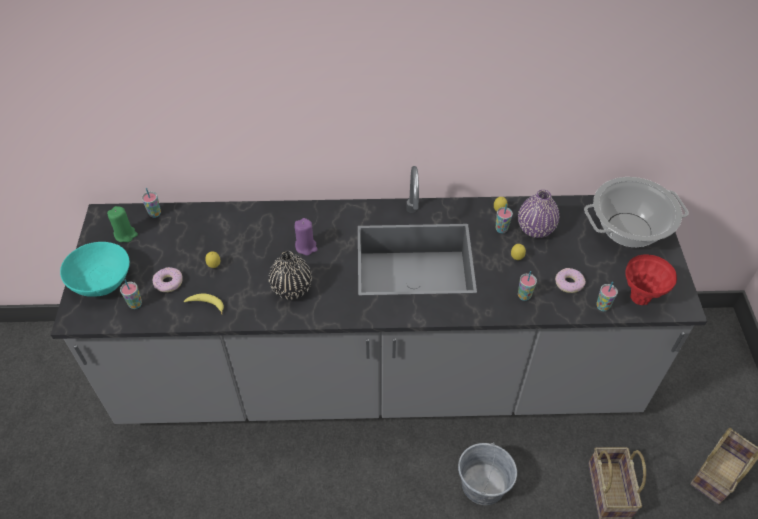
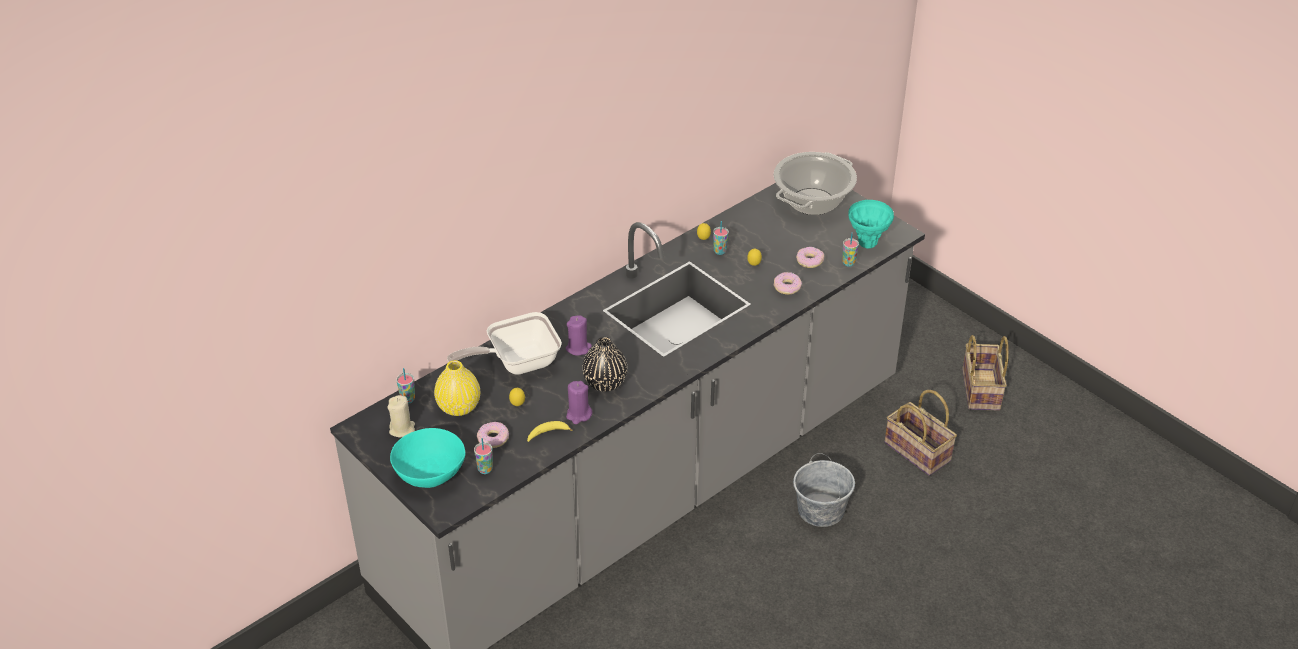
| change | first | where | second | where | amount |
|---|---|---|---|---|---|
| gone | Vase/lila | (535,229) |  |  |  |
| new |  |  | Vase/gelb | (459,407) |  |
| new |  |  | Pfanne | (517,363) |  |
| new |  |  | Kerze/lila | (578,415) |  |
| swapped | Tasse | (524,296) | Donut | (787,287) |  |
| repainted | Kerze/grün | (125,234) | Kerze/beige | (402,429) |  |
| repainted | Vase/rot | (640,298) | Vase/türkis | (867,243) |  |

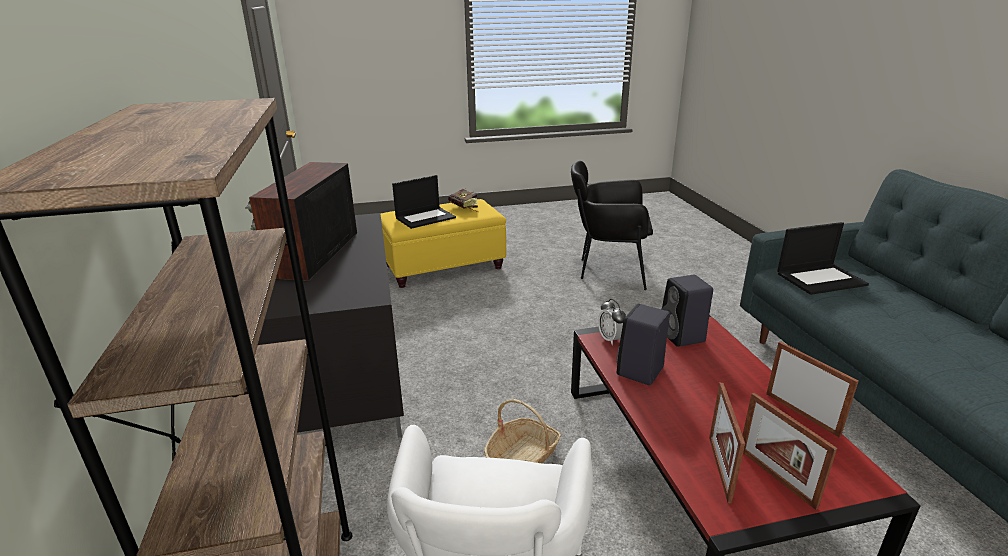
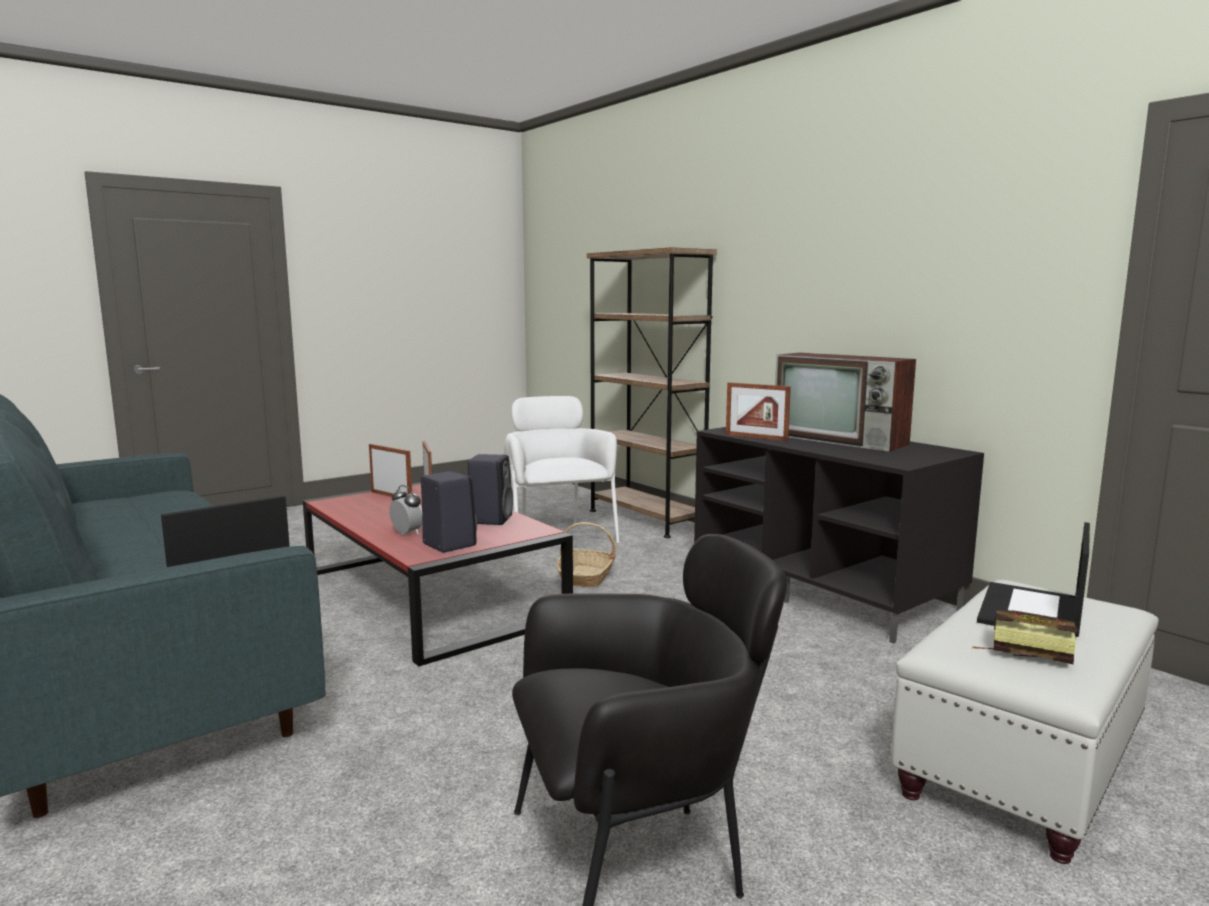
| change | first | where | second | where | amount |
|---|---|---|---|---|---|
| shifted | Wecker | (611,339) |  | (407,533) |  |
| shifted | Bilderrahmen | (801,414) |  | (756,437) |  |
| repainted | Polsterhocker/gelb | (444,267) | Polsterhocker/weiß | (1021,765) |  |
| rotated | Fernseher | (315,255) |  | (841,440) | 150 degrees clockwise |

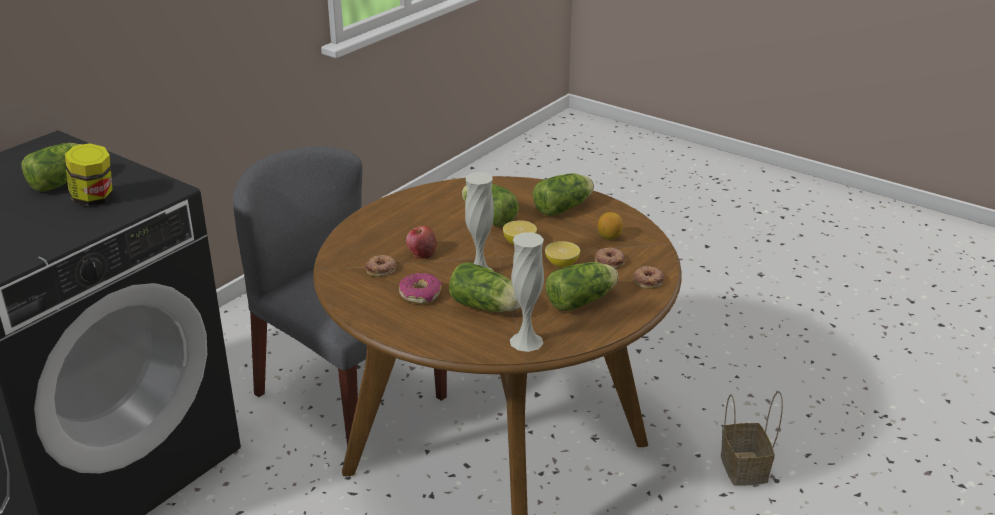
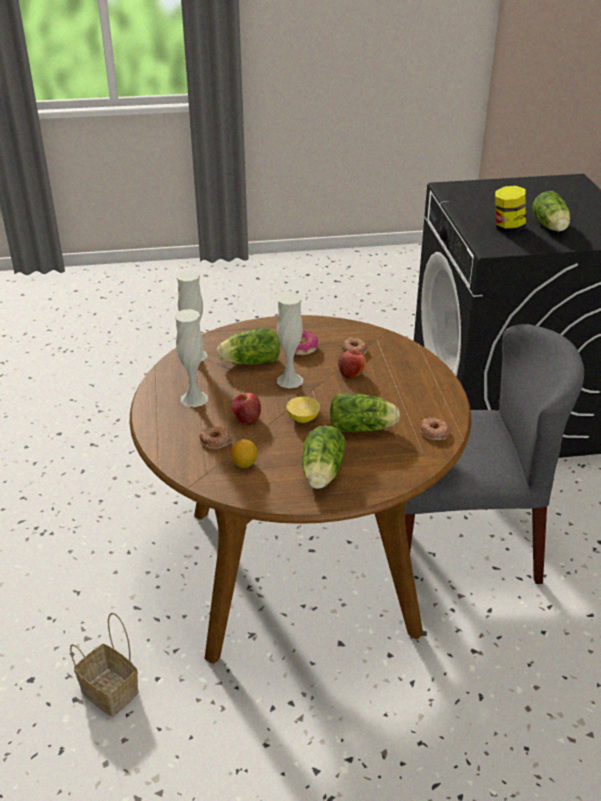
| change | first | where | second | where | amount |
|---|---|---|---|---|---|
| shifted | Donut | (648,280) |  | (434,432) |  |
| swapped | Zitrone | (562,264) | Apfel | (246,418) |  |
| swapped | Salatkopf | (583,300) | Vase/weiß | (194,398) |  |

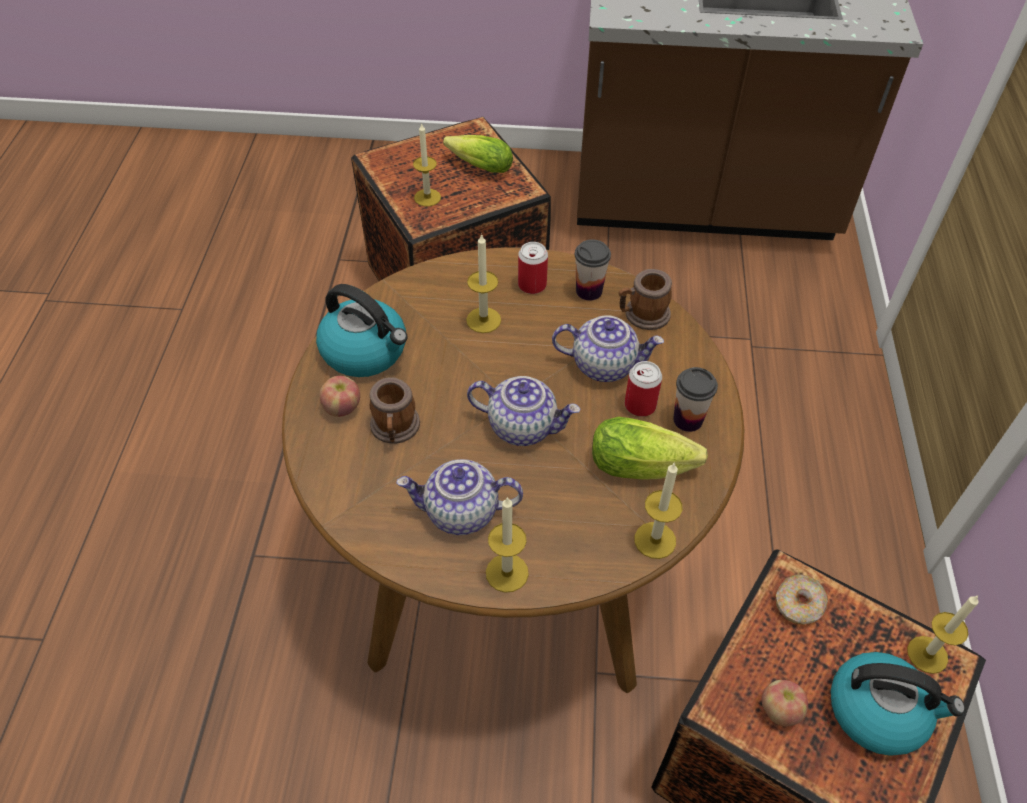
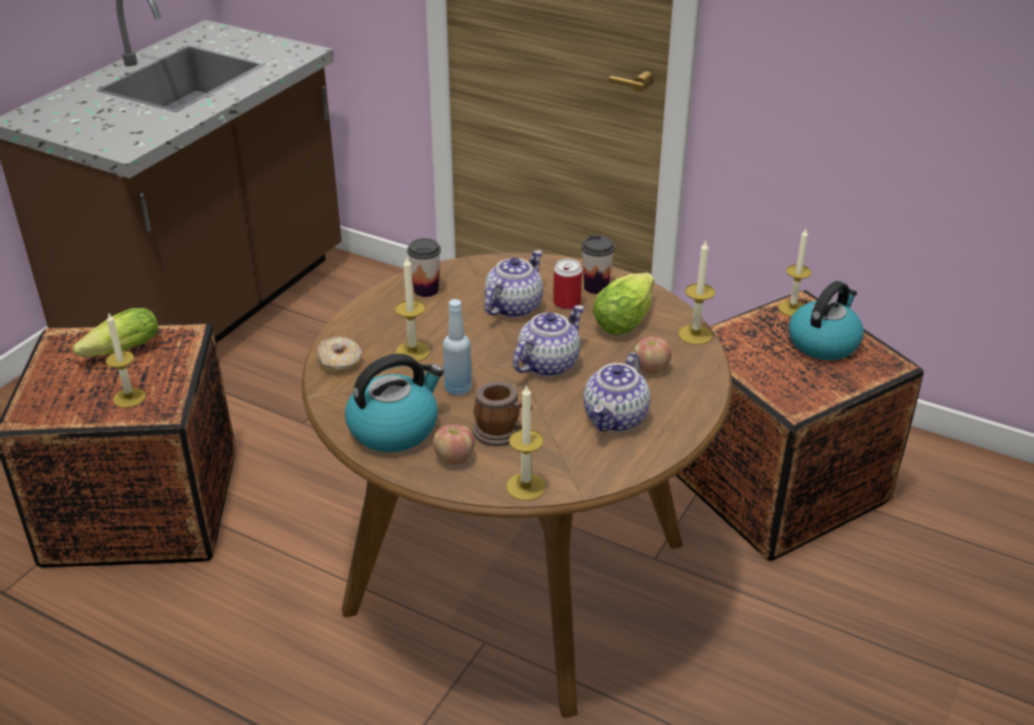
| change | first | where | second | where | amount |
|---|---|---|---|---|---|
| gone | Dose | (532,285) |  |  |  |
| gone | Henkelbecher | (642,315) |  |  |  |
| new |  |  | Flasche/blau | (458,389) |  |
| shifted | Kerze | (507,573) |  | (525,487) |  |
| shifted | Apfel | (779,710) |  | (651,368) |  |
| shifted | Donut | (798,605) |  | (339,362) |  |

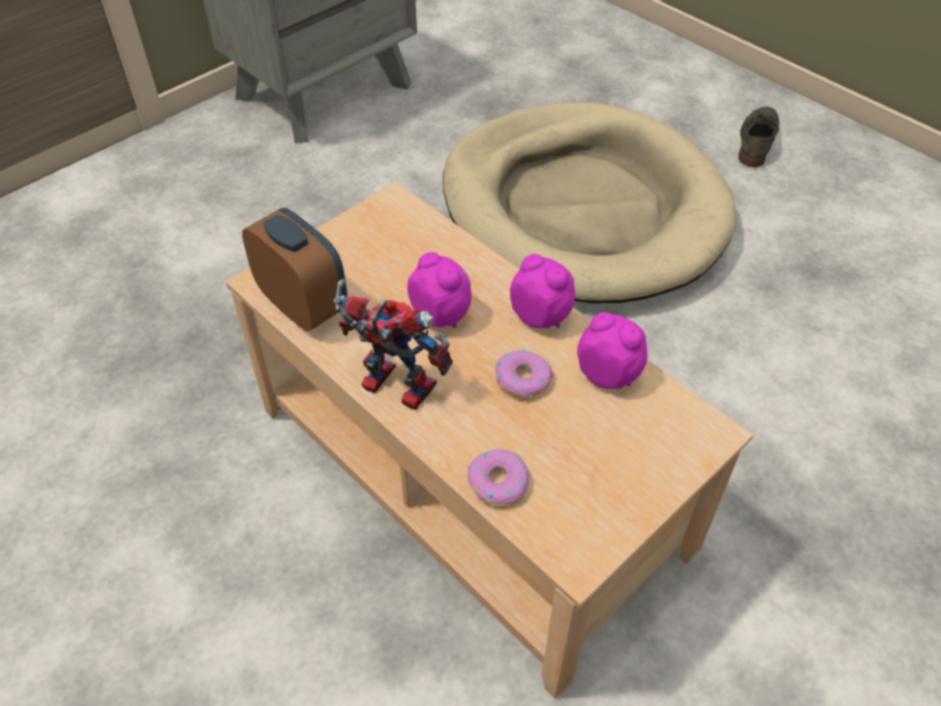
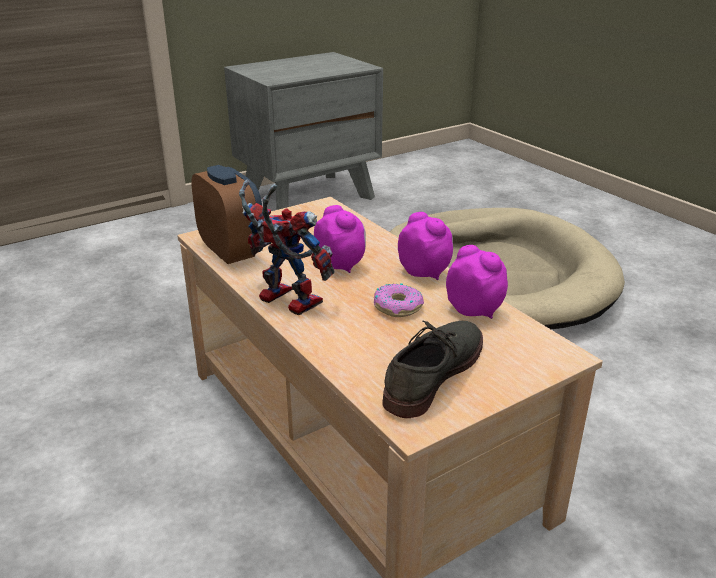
| change | first | where | second | where | amount |
|---|---|---|---|---|---|
| gone | Donut | (498,483) |  |  |  |
| shifted | Schuh/grau | (756,140) |  | (433,372) |  |

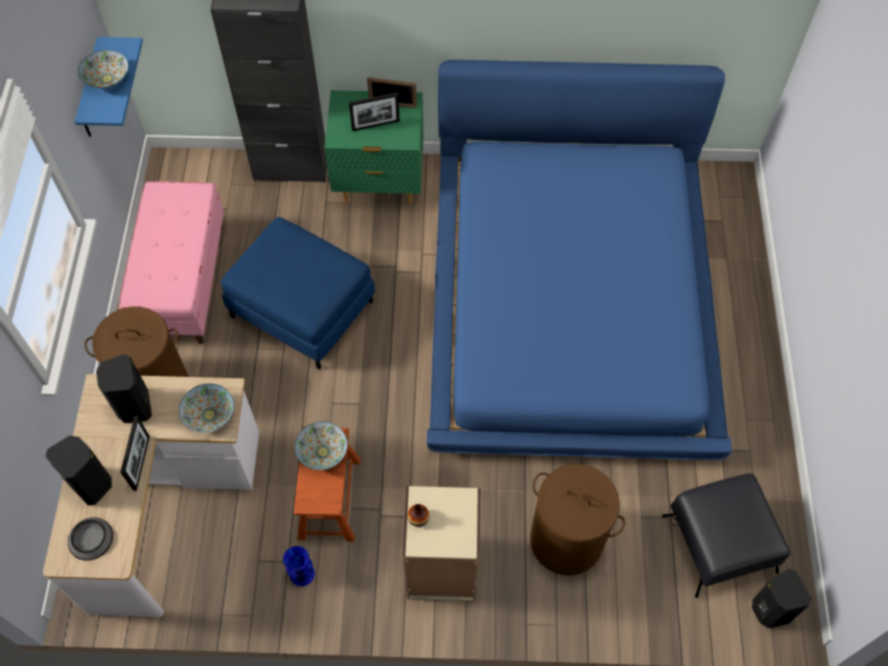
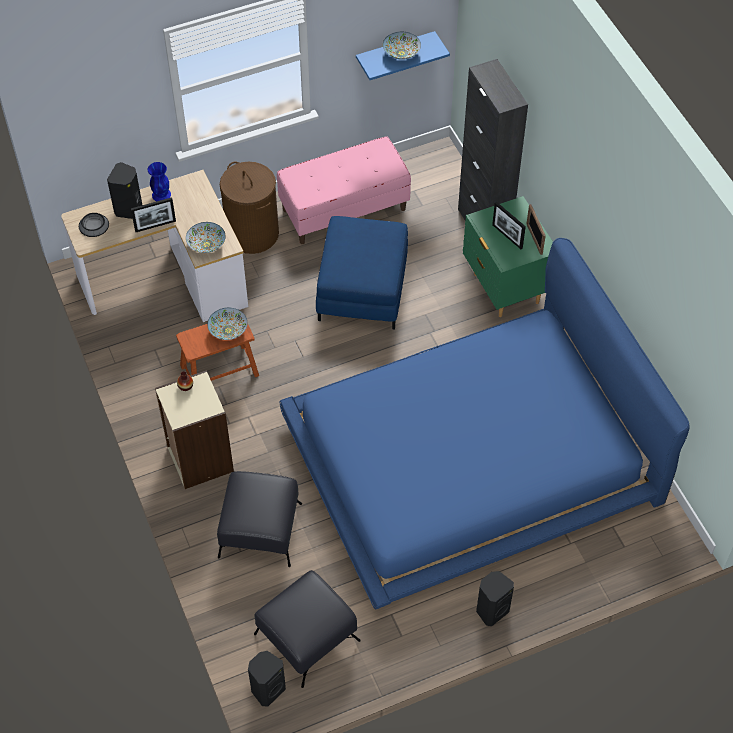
| change | first | where | second | where | amount |
|---|---|---|---|---|---|
| shifted | Lautsprecher/schwarz | (134,407) |  | (491,610) |  |
| shifted | Vase/blau | (301,574) |  | (161,194) |  |
| swapped | Wäschekorb/braun | (567,539) | Polsterhocker/schwarz | (259,530) |  |

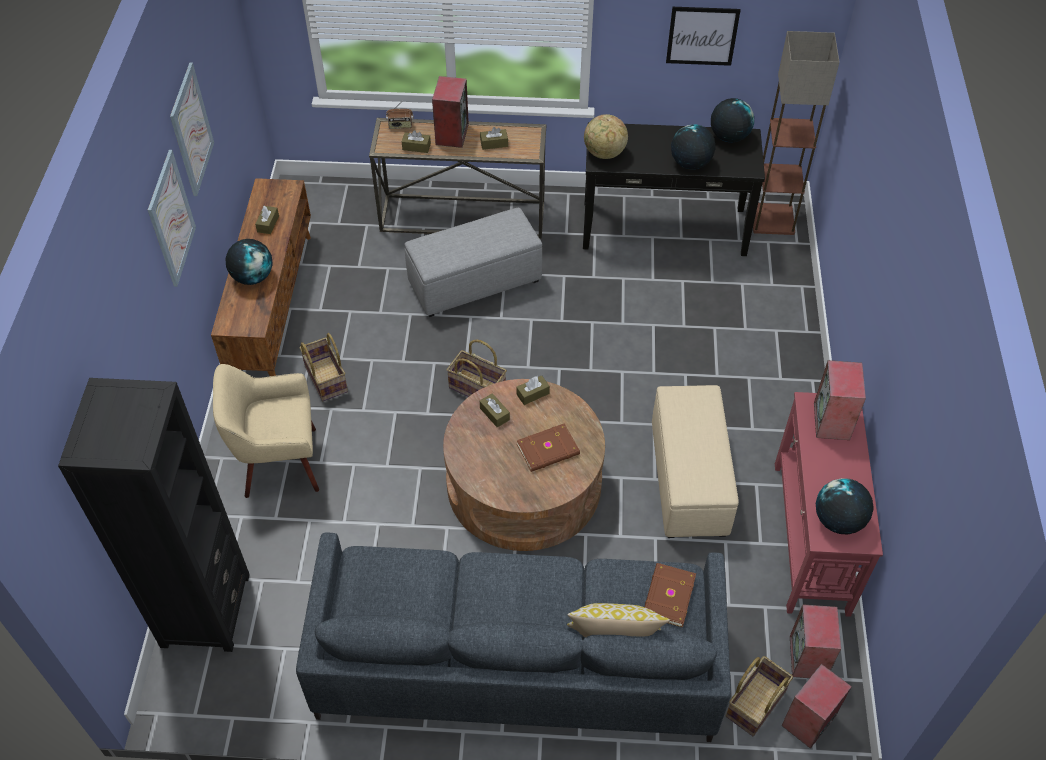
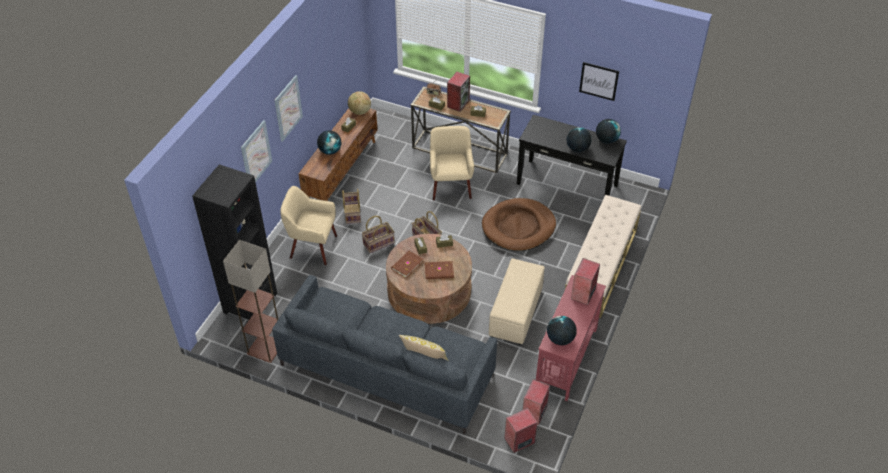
| change | first | where | second | where | amount |
|---|---|---|---|---|---|
| new |  |  | Hundebett/braun | (518,227) |  |
| new |  |  | Bank/beige | (600,267) |  |
| shifted | Bild | (191,130) |  | (256,154) |  |
| shifted | Globus | (604,153) |  | (360,112) |  |
| shifted | Buch/braun | (667,596) |  | (407,265) |  |
| shifted | Korb | (754,703) |  | (378,243) |  |
| shifted | Stehlampe | (772,220) |  | (265,348) |  |
| swapped | Polsterhocker/grau | (475,282) | Sessel/beige | (451,186) |  |

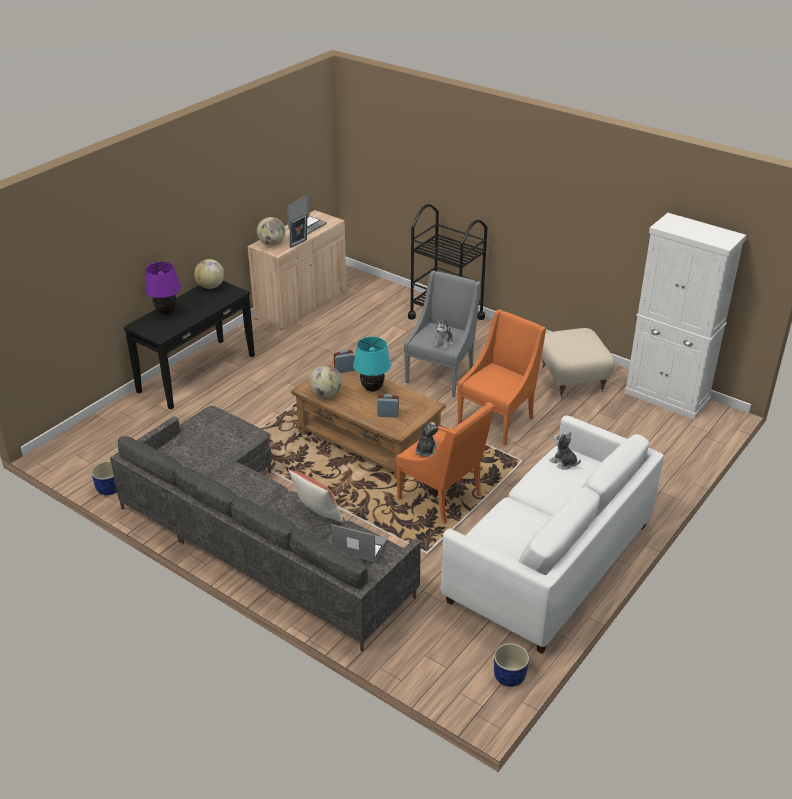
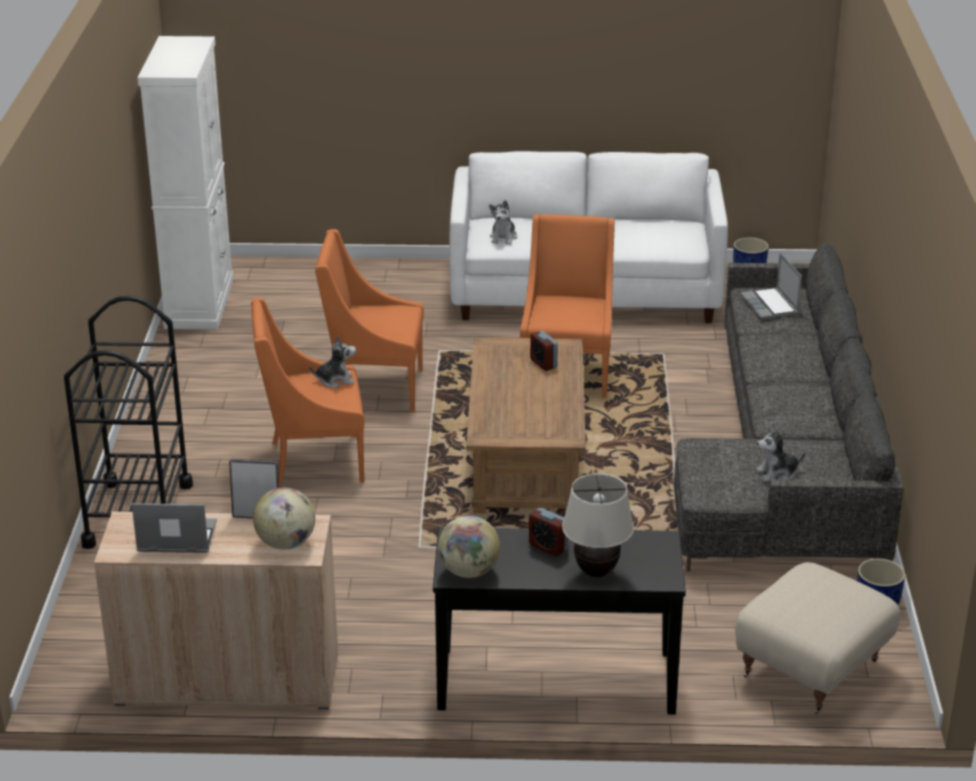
| change | first | where | second | where | amount |
|---|---|---|---|---|---|
| gone | Kissen | (318,514) |  |  |  |
| gone | Globus | (326,394) |  |  |  |
| gone | Tischlampe/türkis | (372,389) |  |  |  |
| shifted | Wecker | (344,369) |  | (548,546) |  |
| shifted | Plüschtier | (426,451) |  | (777,473) |  |
| shifted | Polsterhocker/beige | (572,379) |  | (811,669) |  |
| repainted | Tischlampe/lila | (166,312) | Tischlampe/beige | (596,572) |  |
| repainted | Sessel/grau | (441,375) | Sessel/orange | (313,461) |  |

